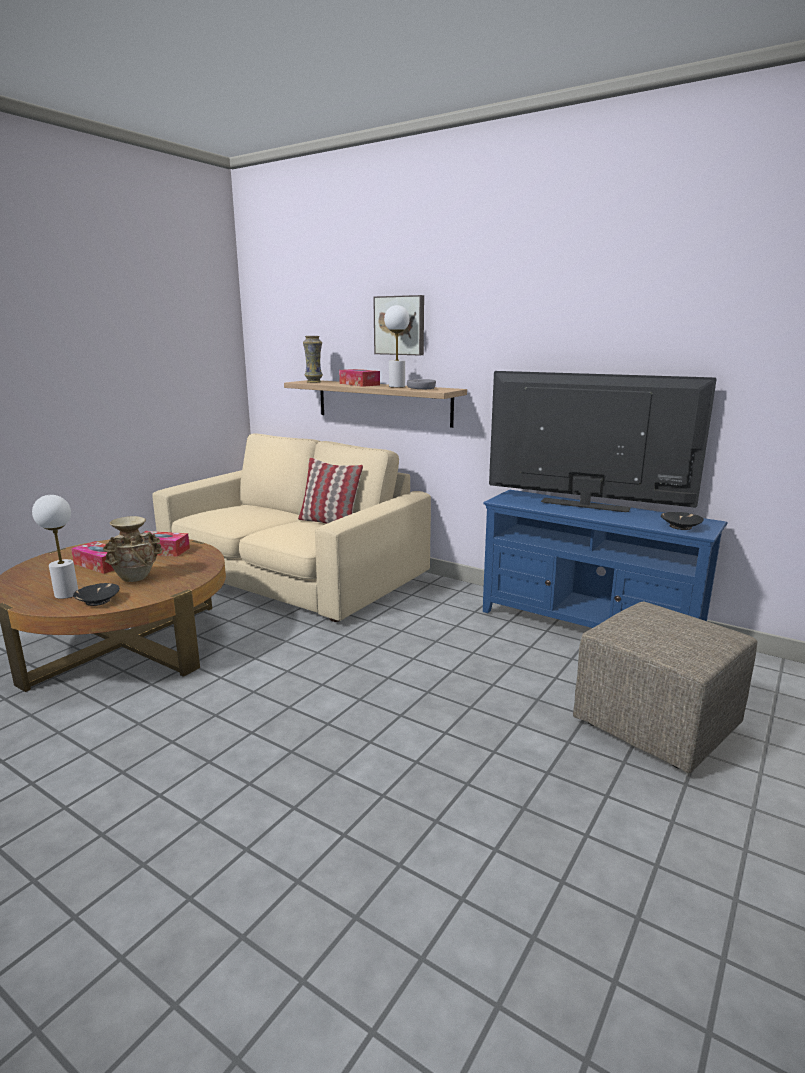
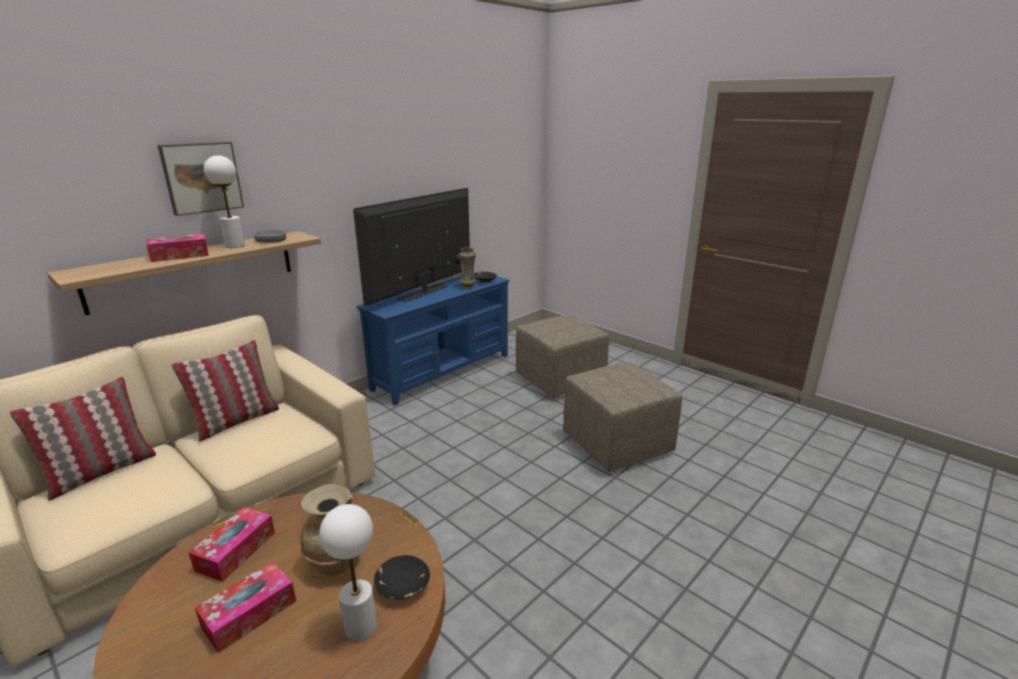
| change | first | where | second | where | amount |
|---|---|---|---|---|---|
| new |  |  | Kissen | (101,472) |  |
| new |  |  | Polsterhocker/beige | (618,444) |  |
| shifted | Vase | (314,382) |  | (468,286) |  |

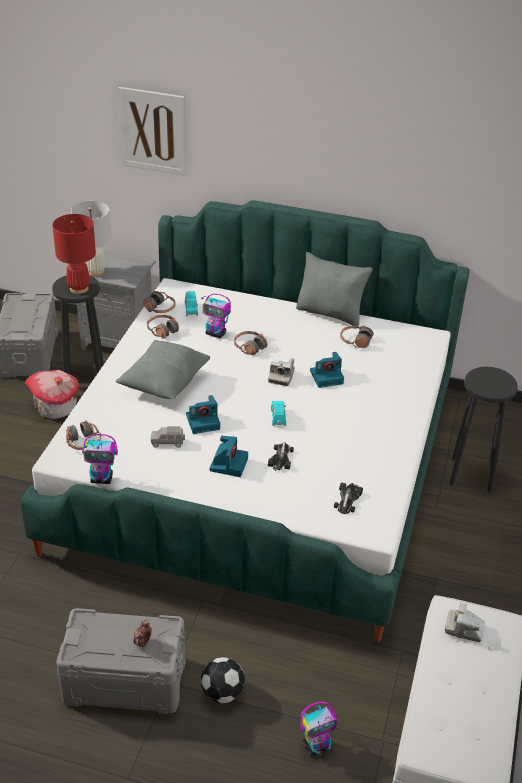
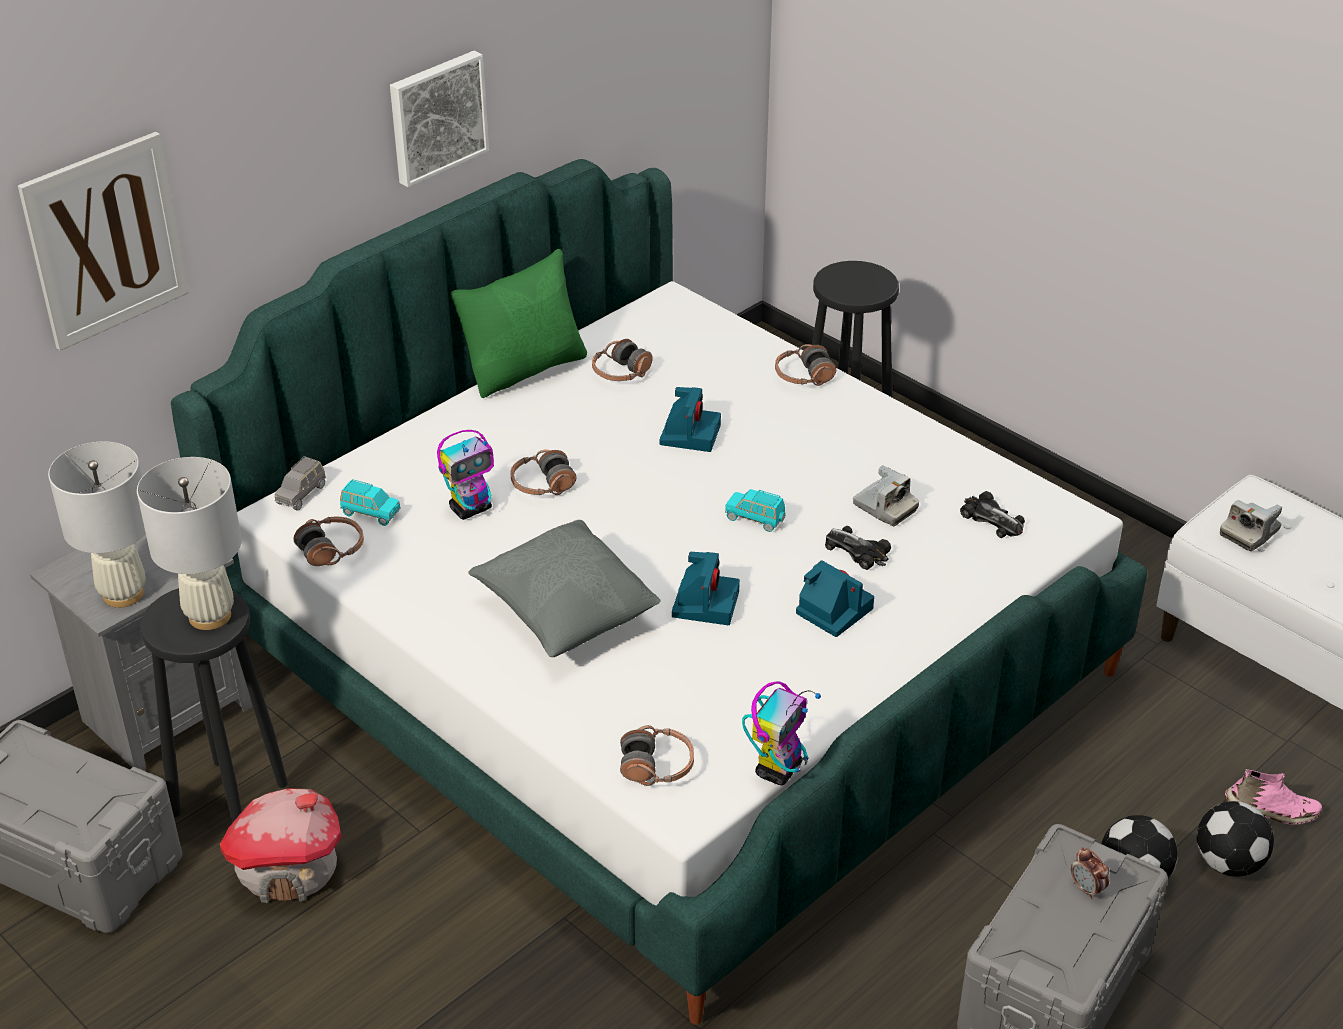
| change | first | where | second | where | amount |
|---|---|---|---|---|---|
| new |  |  | Bild | (436,116) |  |
| new |  |  | Fußball | (1229,863) |  |
| shifted | Kopfhörer | (162,330) |  | (803,376) |  |
| shifted | Spielzeugauto/grau | (168,442) |  | (302,494) |  |
| shifted | Kamera | (281,376) |  | (884,508) |  |
| swapped | Spielzeugroboter | (316,746) | Schuh/rosa | (1271,810) |  |
| repainted | Tischlampe/rot | (79,288) | Tischlampe/weiß | (210,616) |  |
| repainted | Kissen/grau | (330,313) | Kissen/grün | (525,369) |  |

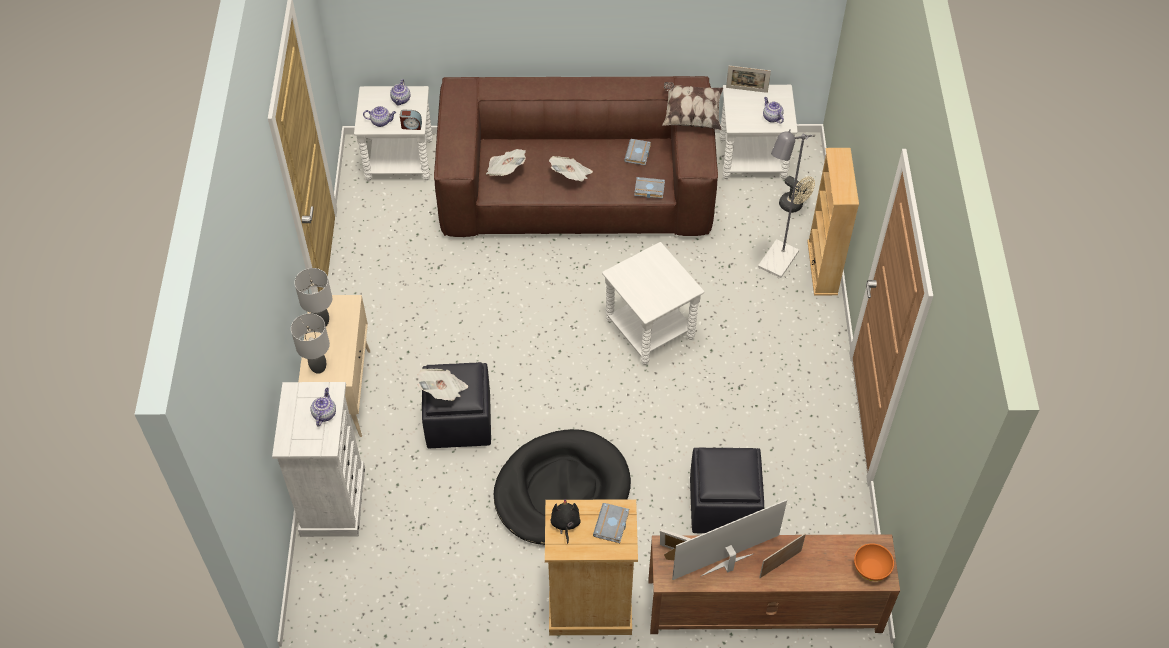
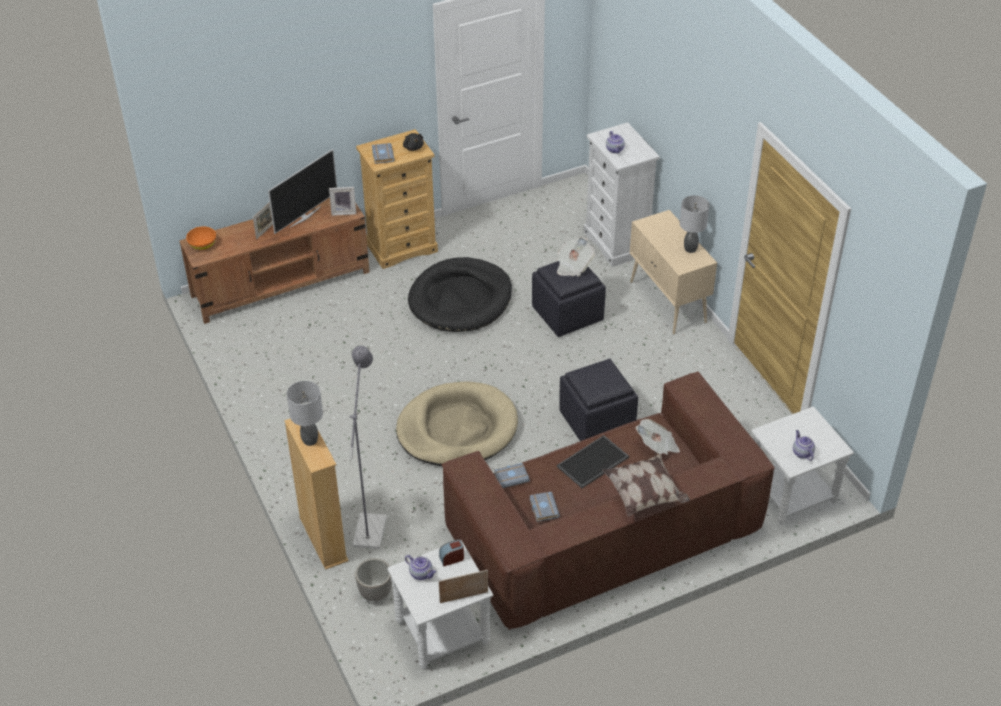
| change | first | where | second | where | amount |
|---|---|---|---|---|---|
| gone | Teekanne | (381,121) |  |  |  |
| shifted | Tischlampe/grau | (318,367) |  | (310,441) |  |
| shifted | Wecker | (411,125) |  | (452,558) |  |
| shifted | Kissen | (691,115) |  | (644,495) |  |
| shifted | Polsterhocker/schwarz | (724,505) |  | (596,422) |  |
| swapped | Zeitung | (571,176) | Tablett | (593,463) |  |
| swapped | Beistelltisch/weiß | (650,329) | Hundebett/beige | (457,429) |  |
| swapped | Ventilator/beige | (794,206) | Pflanzkübel | (375,593) |  |

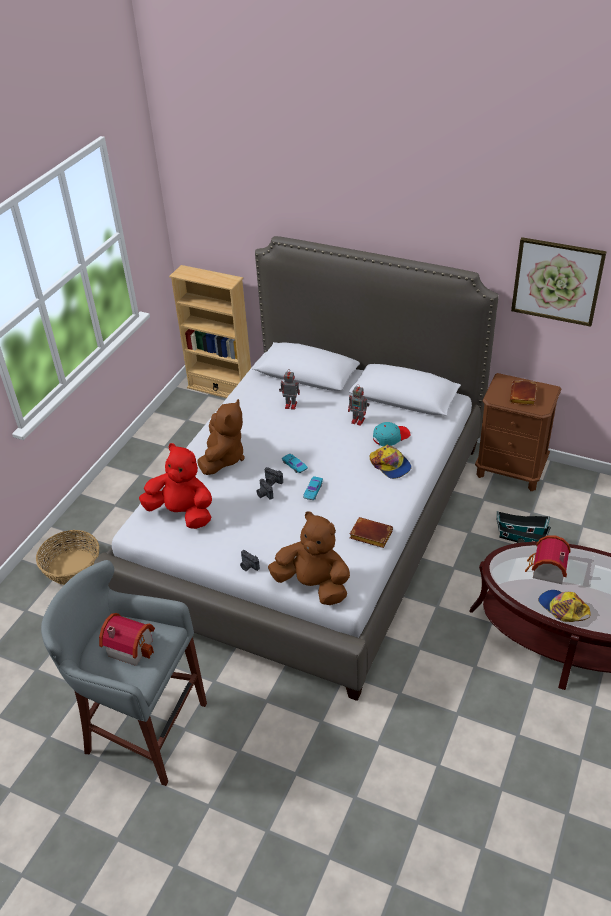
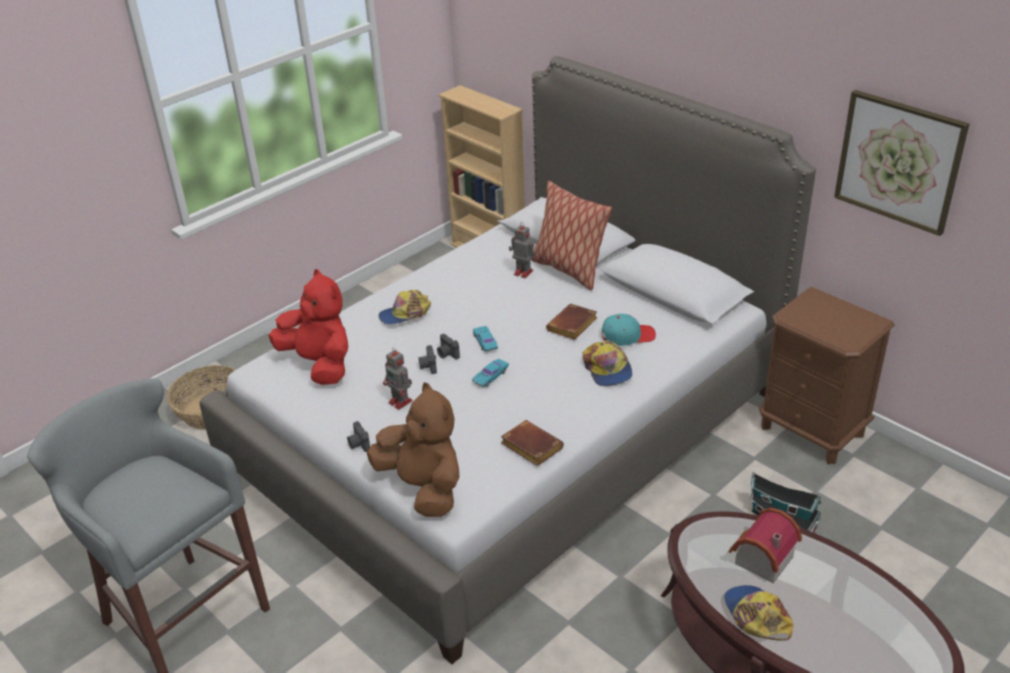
| change | first | where | second | where | amount |
|---|---|---|---|---|---|
| gone | Spielzeughaus | (131,645) |  |  |  |
| new |  |  | Kissen | (569,270) |  |
| shifted | Spielzeugroboter | (359,420) |  | (401,402) |  |
| shifted | Buch/braun | (524,396) |  | (572,326) |  |
| swapped | Plüschtier/braun | (223,458) | Kappe | (405,314) |  |

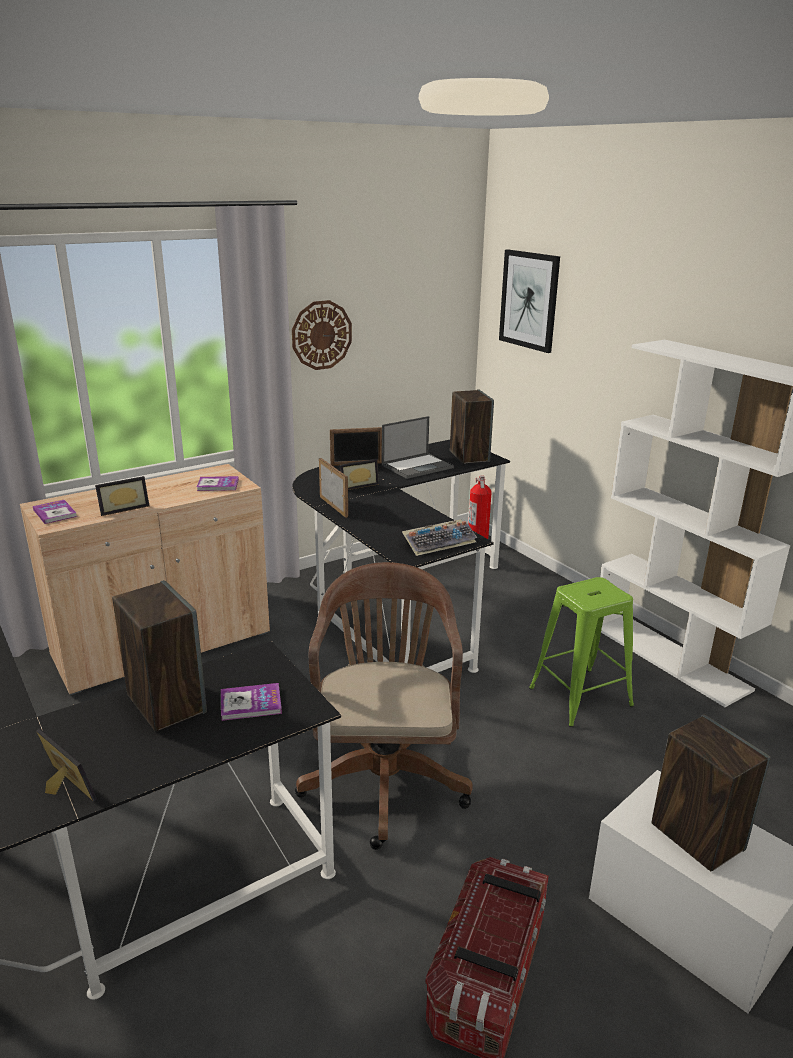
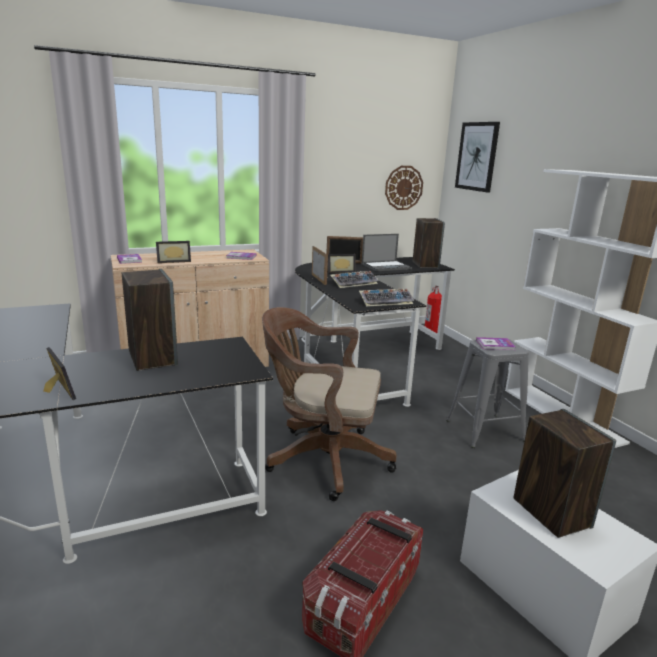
| change | first | where | second | where | amount |
|---|---|---|---|---|---|
| new |  |  | Tastatur | (354,283) |  |
| shifted | Buch | (251,703) |  | (495,345) |  |
| shifted | Wanduhr | (321,335) |  | (403,188) |  |
| repainted | Hocker/grün | (581,697) | Hocker/grau | (485,430) |  |
| rotated | Bürostuhl/braun | (384,775) |  | (322,458) | 90 degrees counterclockwise |

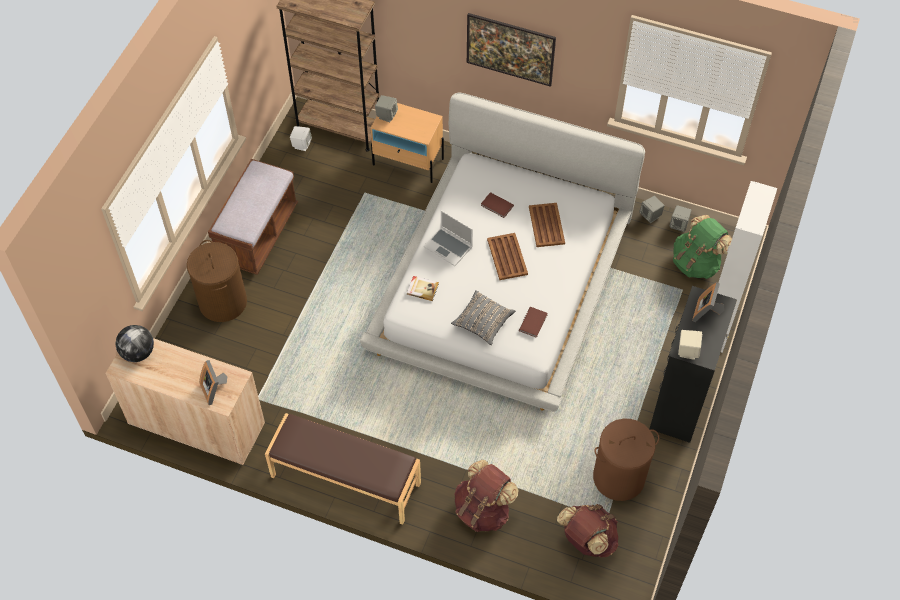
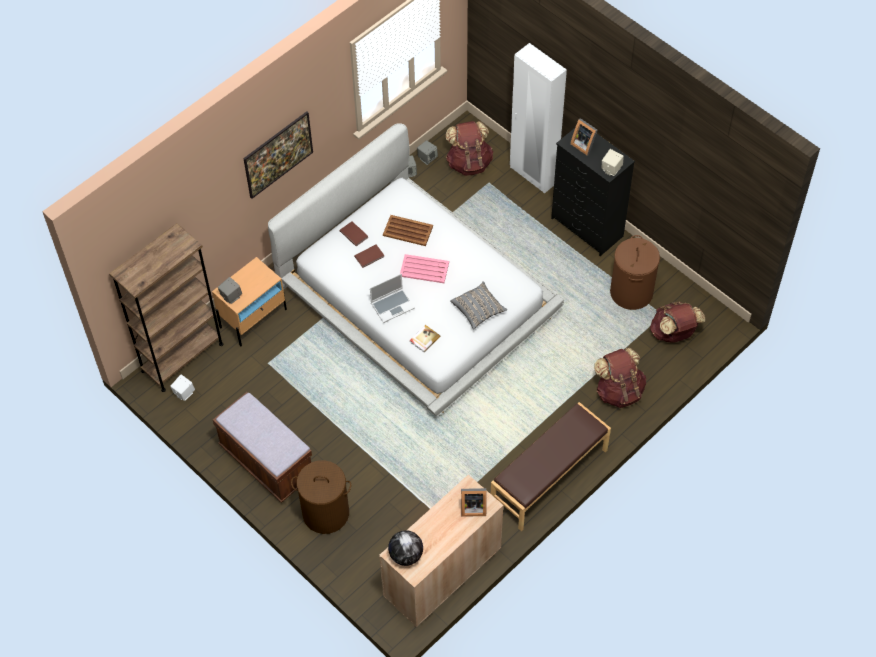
| change | first | where | second | where | amount |
|---|---|---|---|---|---|
| shifted | Buch/braun | (534,322) |  | (354,234) |  |
| repainted | Tablett/braun | (507,257) | Tablett/rosa | (424,269) |  |
| repainted | Rucksack/grün | (696,263) | Rucksack/braun | (469,163) |  |

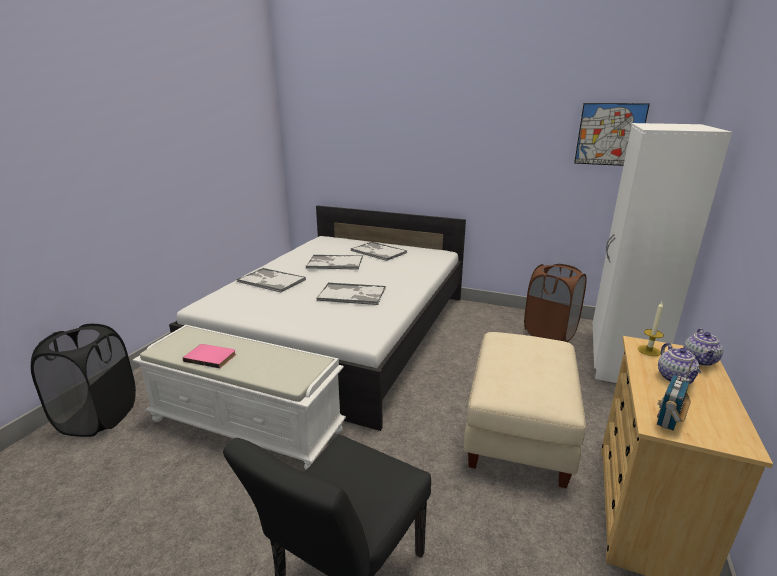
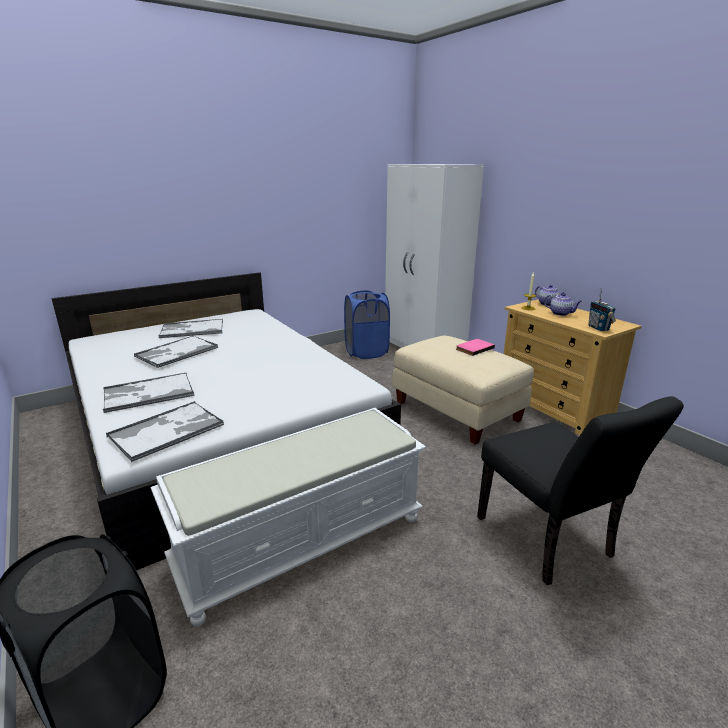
| change | first | where | second | where | amount |
|---|---|---|---|---|---|
| gone | Bild | (610,134) |  |  |  |
| shifted | Buch/rosa | (211,357) |  | (473,348) |  |
| shifted | Tablett | (352,294) |  | (167,430) |  |
| repainted | Wäschekorb/braun | (550,332) | Wäschekorb/blau | (366,352) |  |

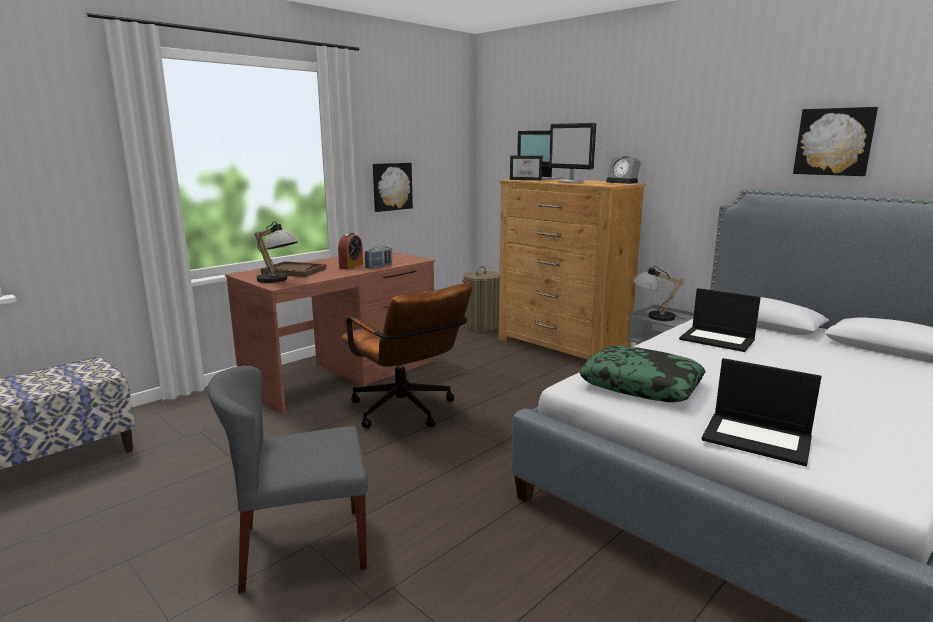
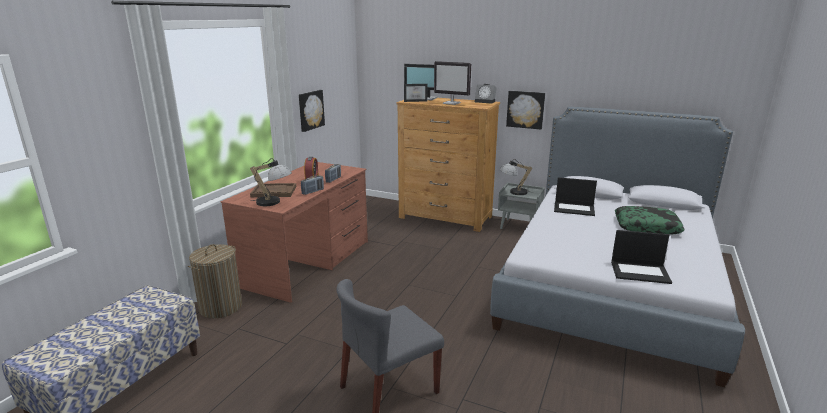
| change | first | where | second | where | amount |
|---|---|---|---|---|---|
| gone | Bürostuhl/braun | (407,412) |  |  |  |
| new |  |  | Radio | (313,192) |  |
| shifted | Wäschekorb | (481,326) |  | (221,307) |  |
| shifted | Kissen | (641,385) |  | (646,226) |  |
| shifted | Bild | (834,142) |  | (525,109) |  |

